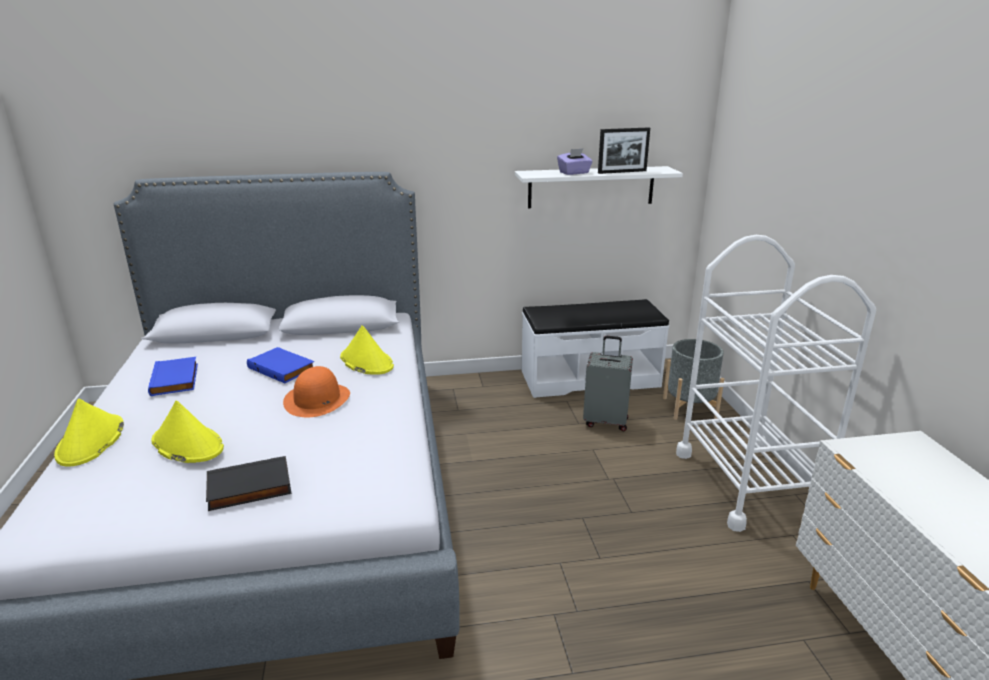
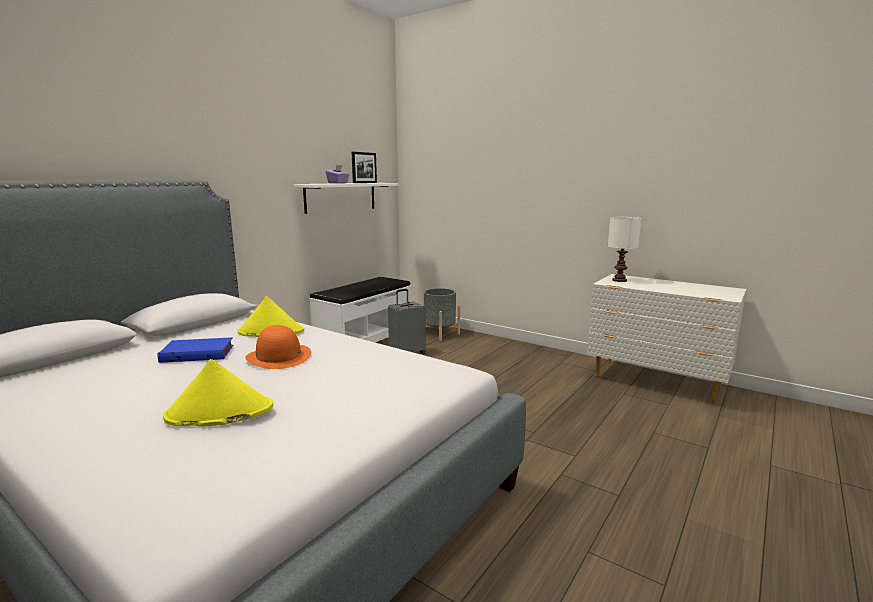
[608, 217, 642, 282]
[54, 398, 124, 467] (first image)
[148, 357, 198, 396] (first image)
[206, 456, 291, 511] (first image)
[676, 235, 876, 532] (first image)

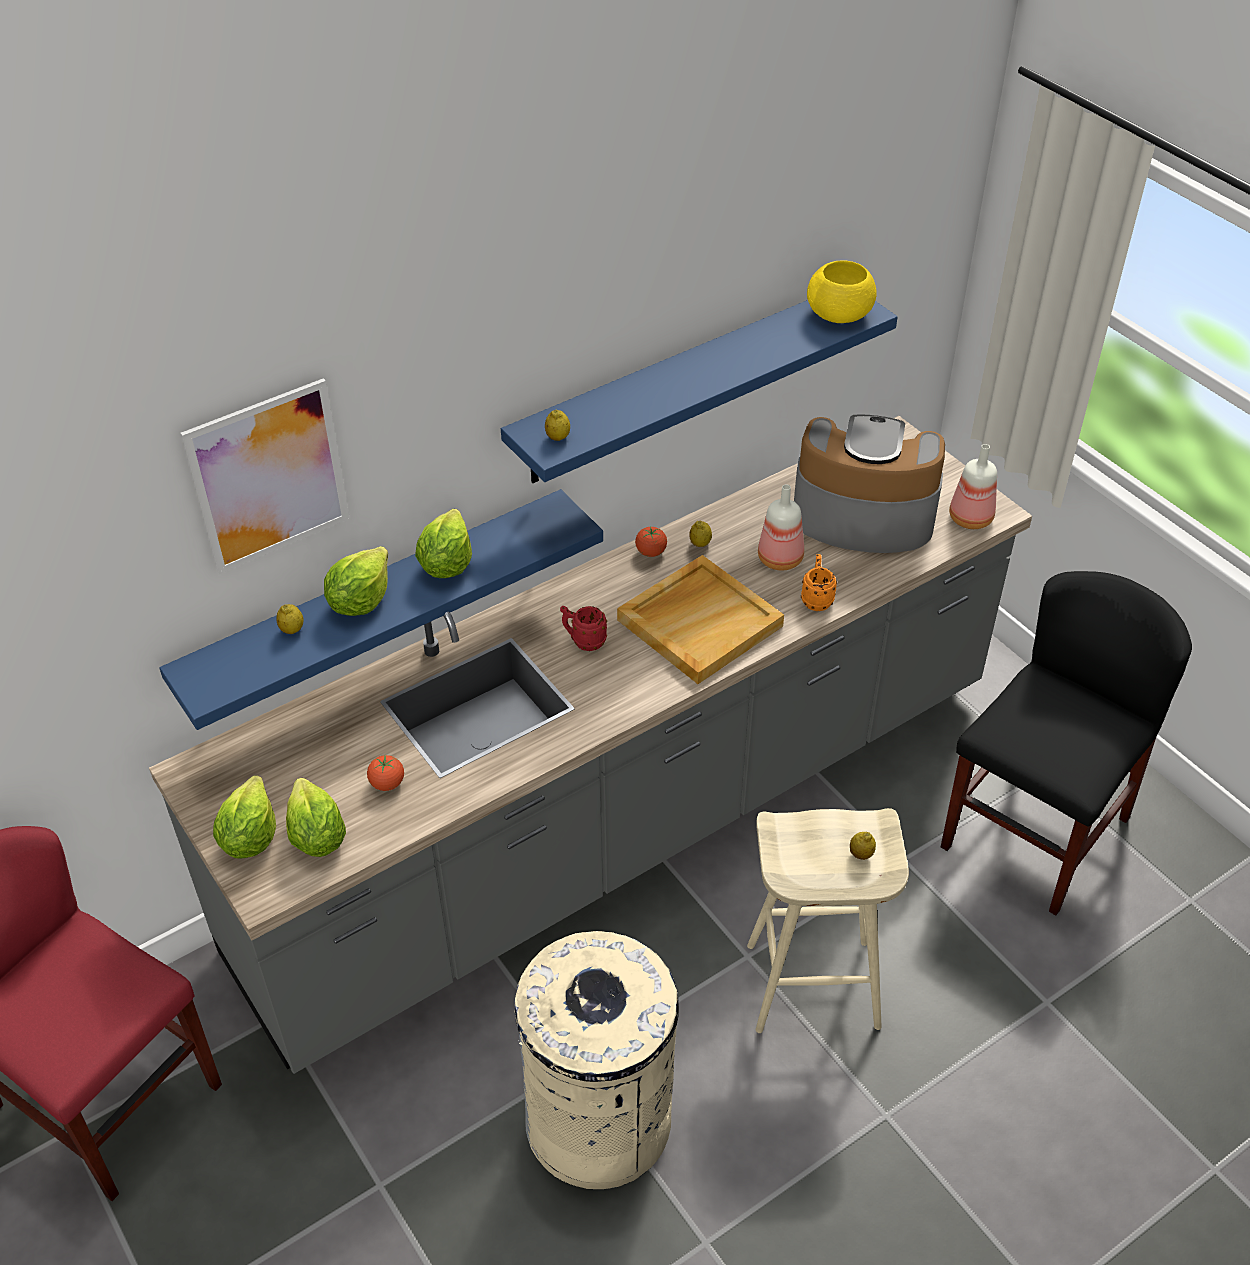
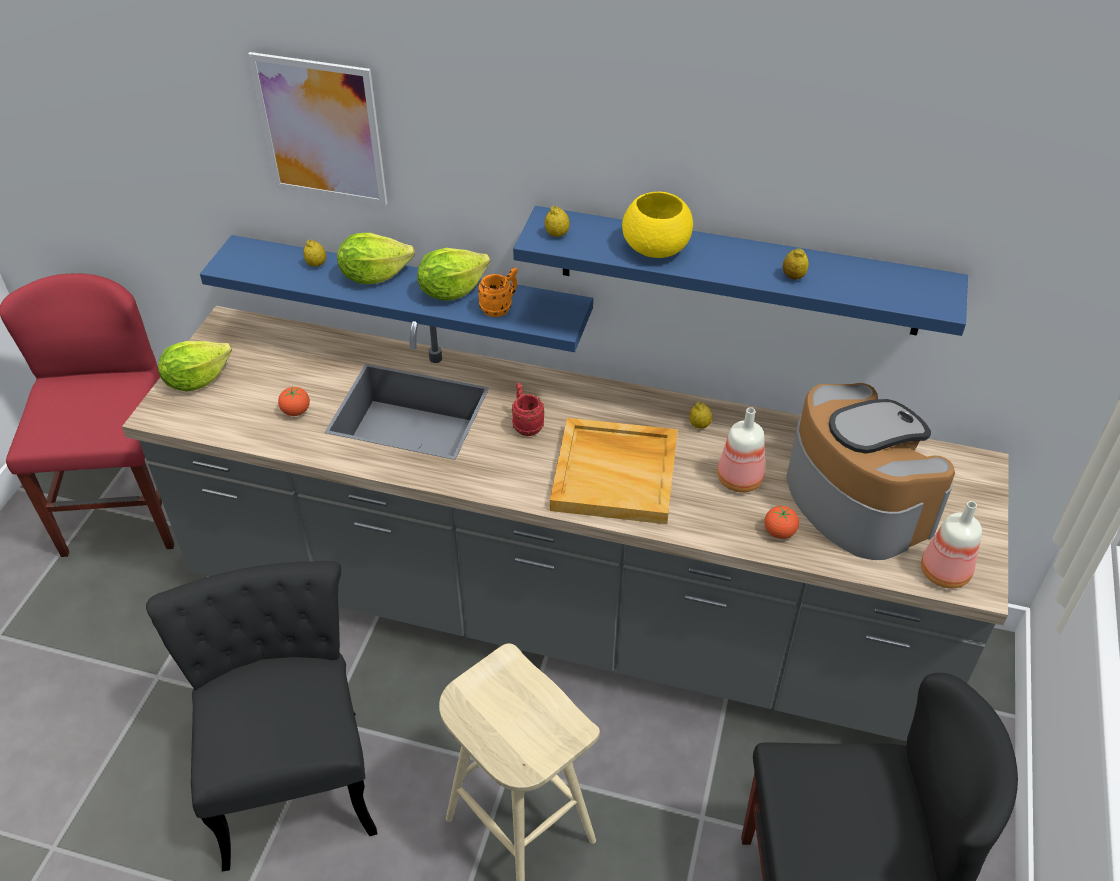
[146, 561, 377, 871]
[478, 267, 518, 317]
[622, 192, 693, 258]
[764, 506, 799, 539]
[783, 248, 809, 280]
[286, 778, 346, 857] (first image)

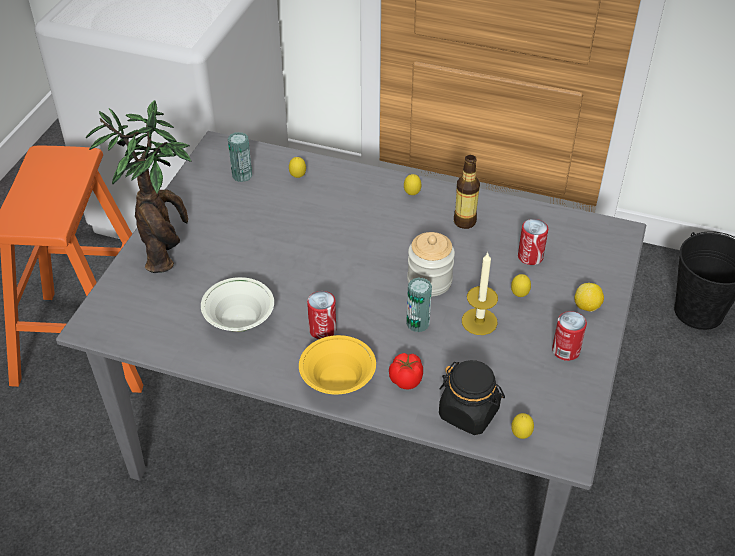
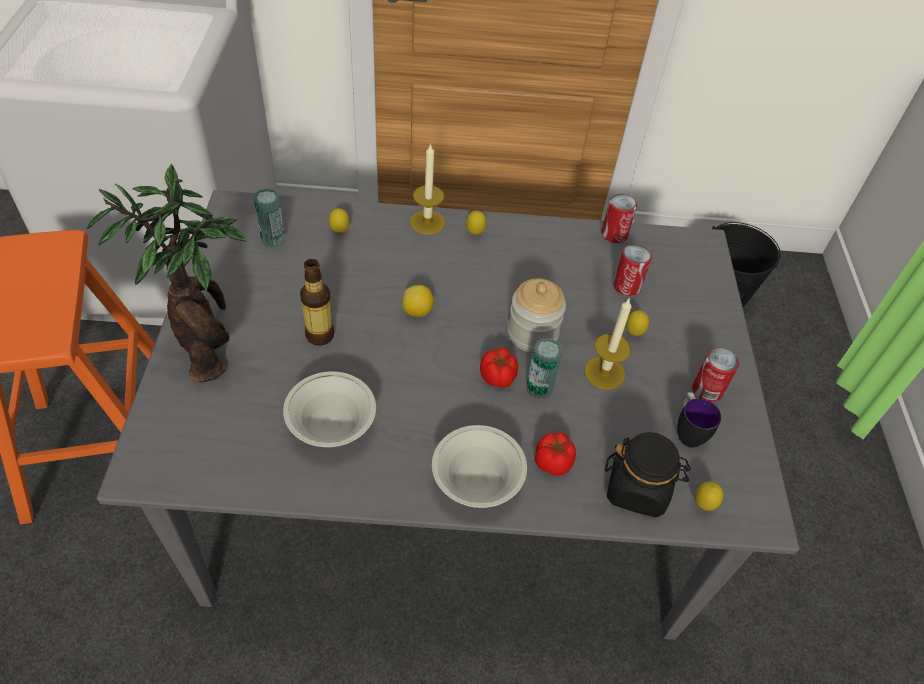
[300, 259, 334, 346]
[402, 285, 434, 317]
[410, 143, 445, 235]
[432, 425, 527, 508]
[480, 348, 518, 388]
[601, 194, 637, 243]
[677, 392, 721, 448]

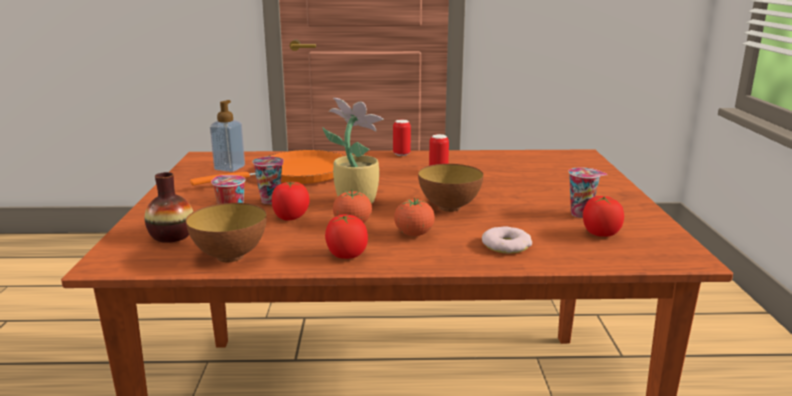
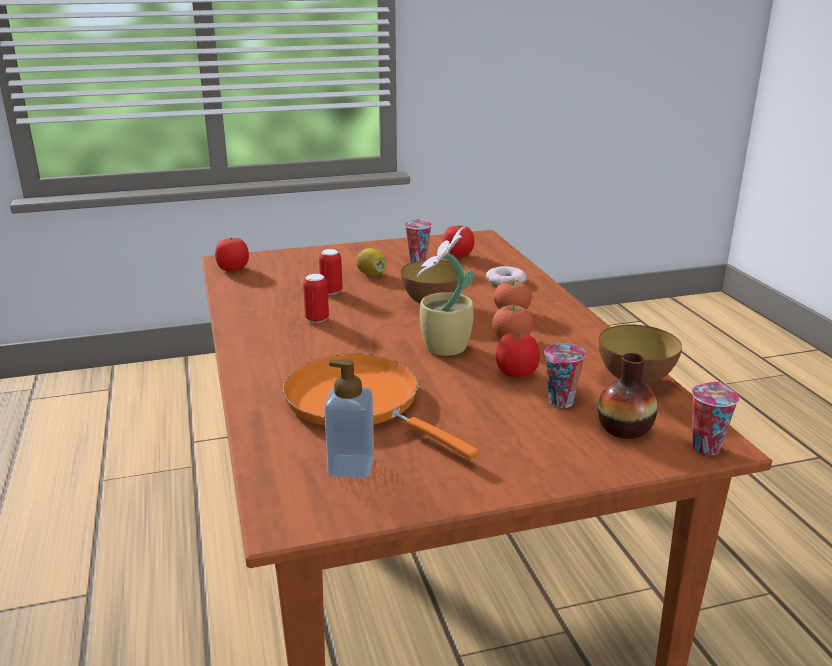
[215, 237, 249, 272]
[319, 249, 343, 295]
[356, 248, 387, 276]
[692, 381, 740, 455]

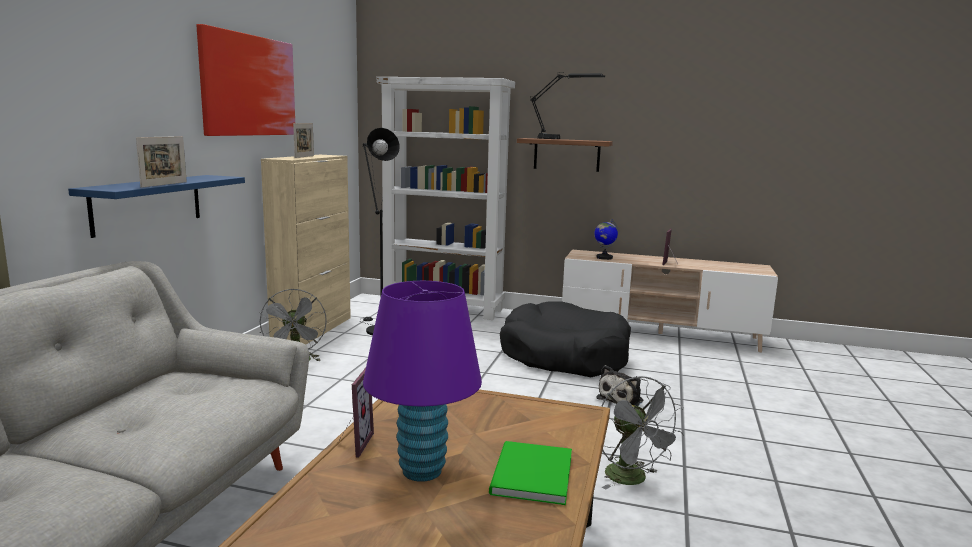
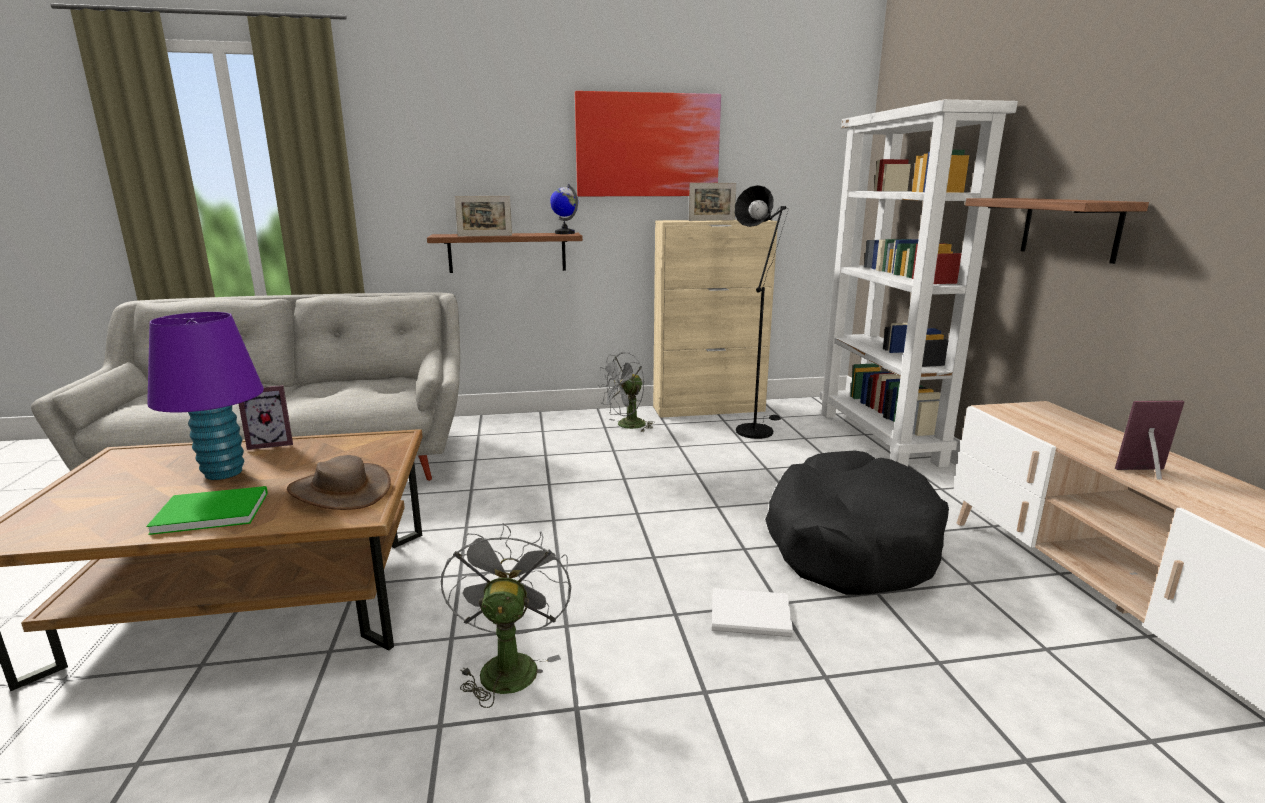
[287, 455, 391, 510]
[427, 233, 583, 273]
[441, 523, 571, 708]
[550, 184, 578, 234]
[712, 588, 793, 637]
[531, 72, 605, 139] (first image)

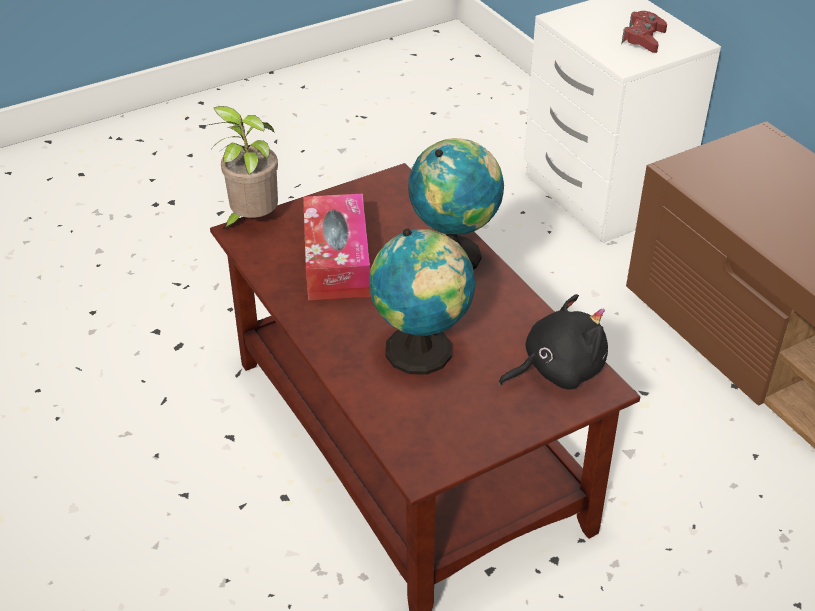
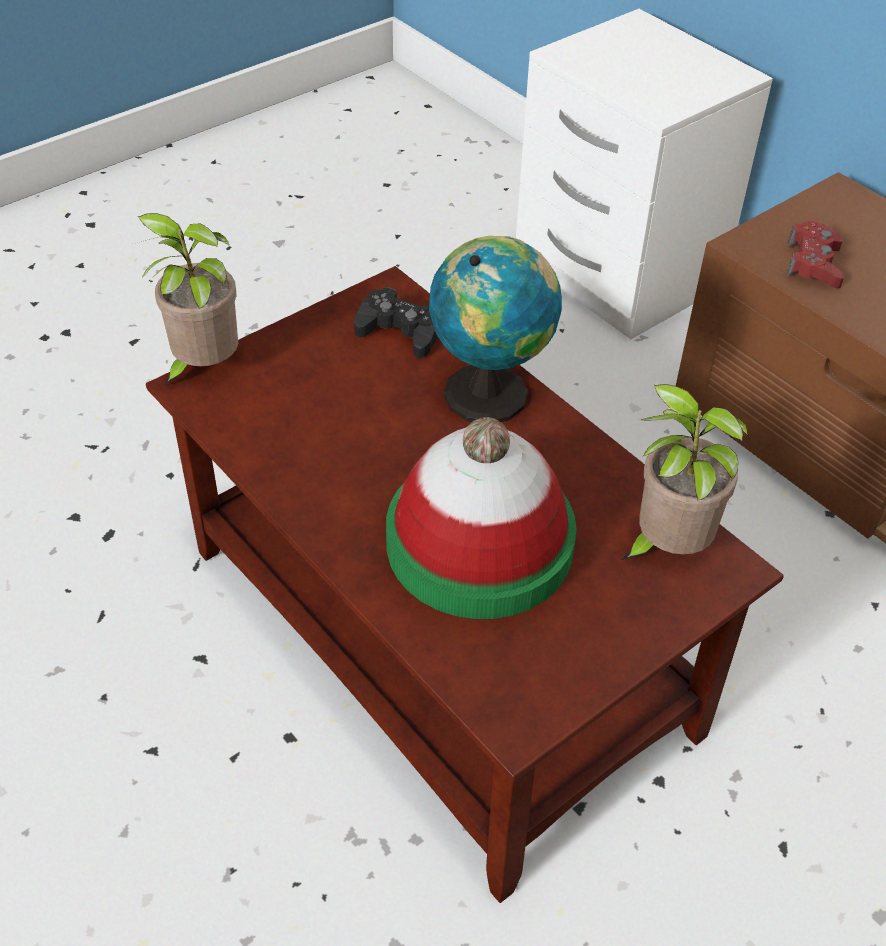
[354, 287, 438, 359]
[386, 417, 577, 619]
[621, 384, 748, 560]
[787, 221, 844, 288]
[303, 194, 371, 300] (first image)

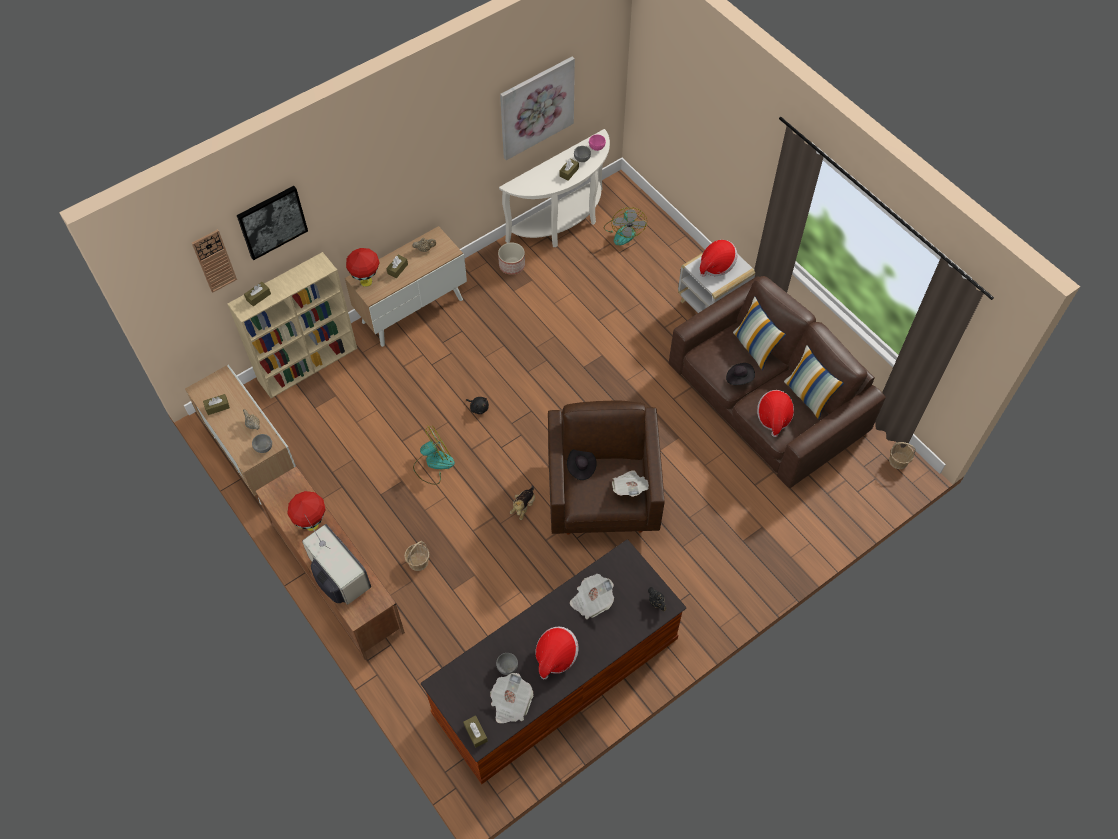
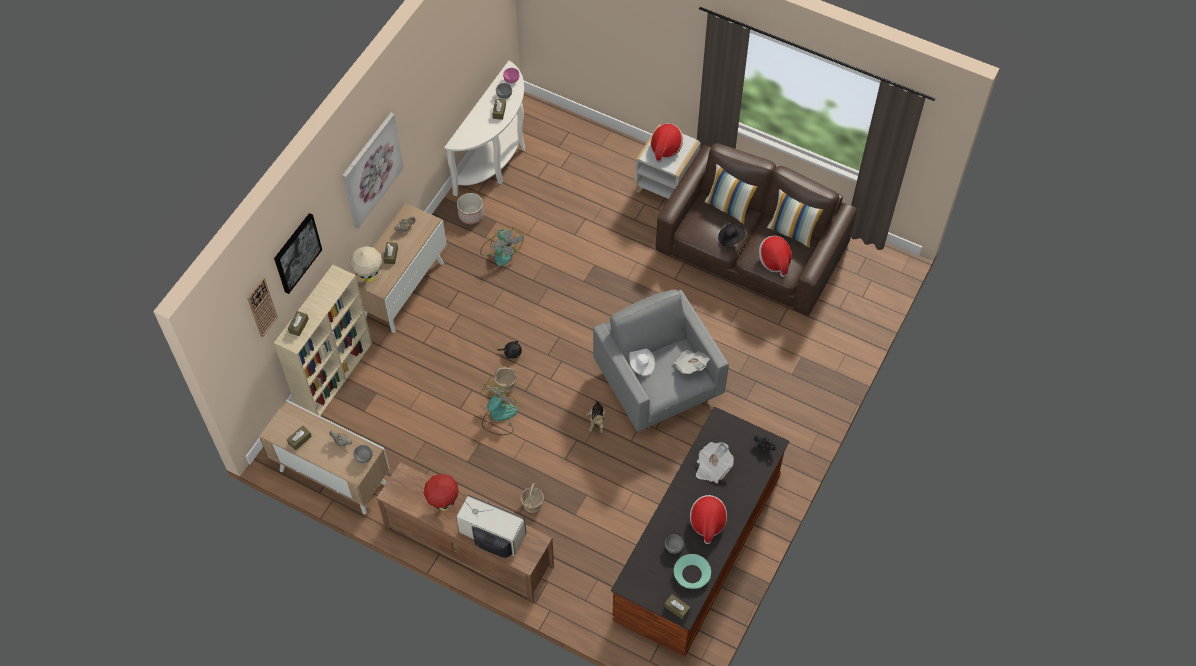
[342, 113, 404, 229]
[350, 246, 382, 283]
[480, 227, 524, 266]
[494, 368, 517, 392]
[593, 289, 729, 432]
[629, 349, 655, 376]
[674, 554, 711, 589]

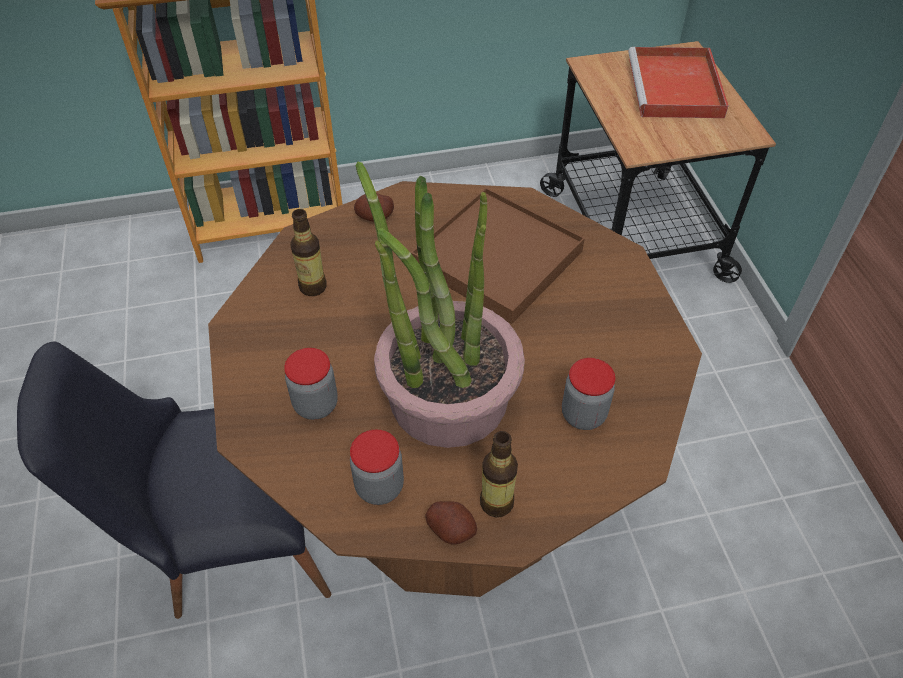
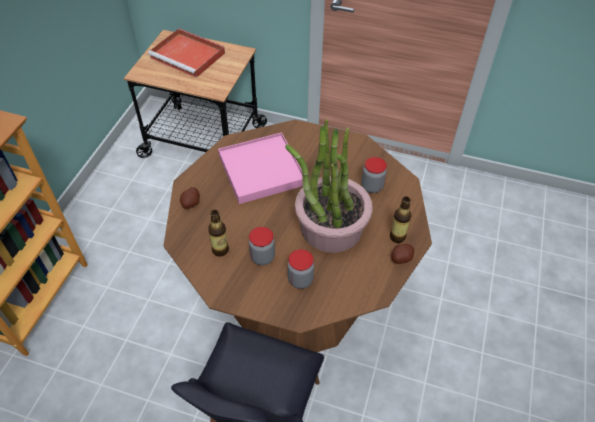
[218, 132, 303, 204]
[249, 227, 275, 265]

